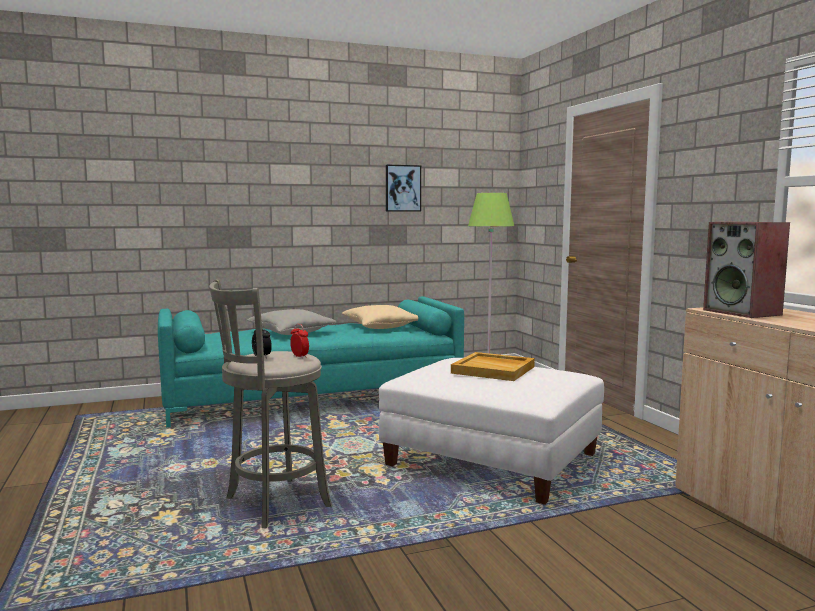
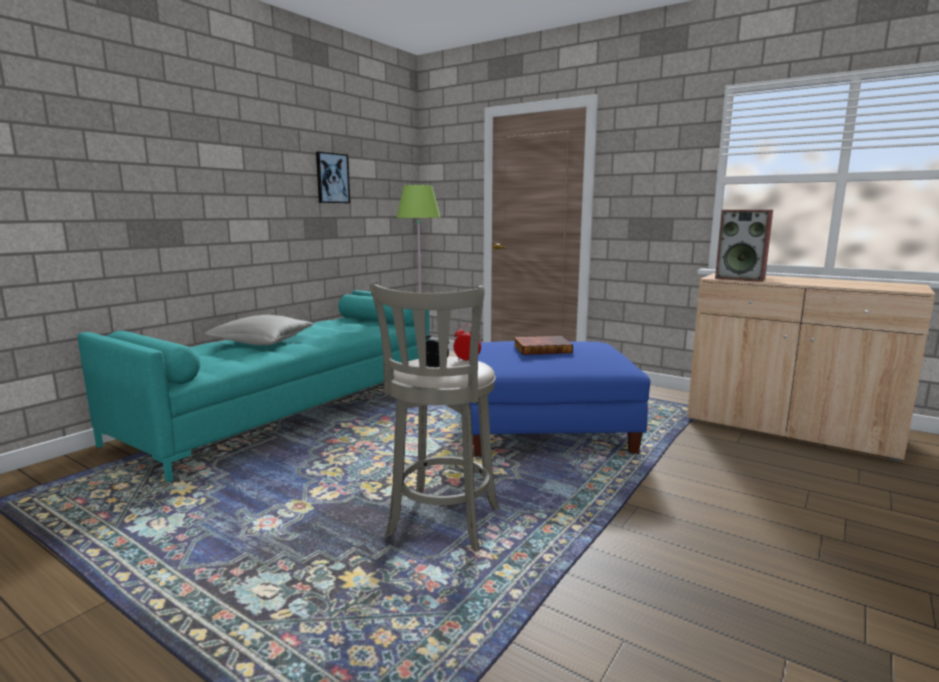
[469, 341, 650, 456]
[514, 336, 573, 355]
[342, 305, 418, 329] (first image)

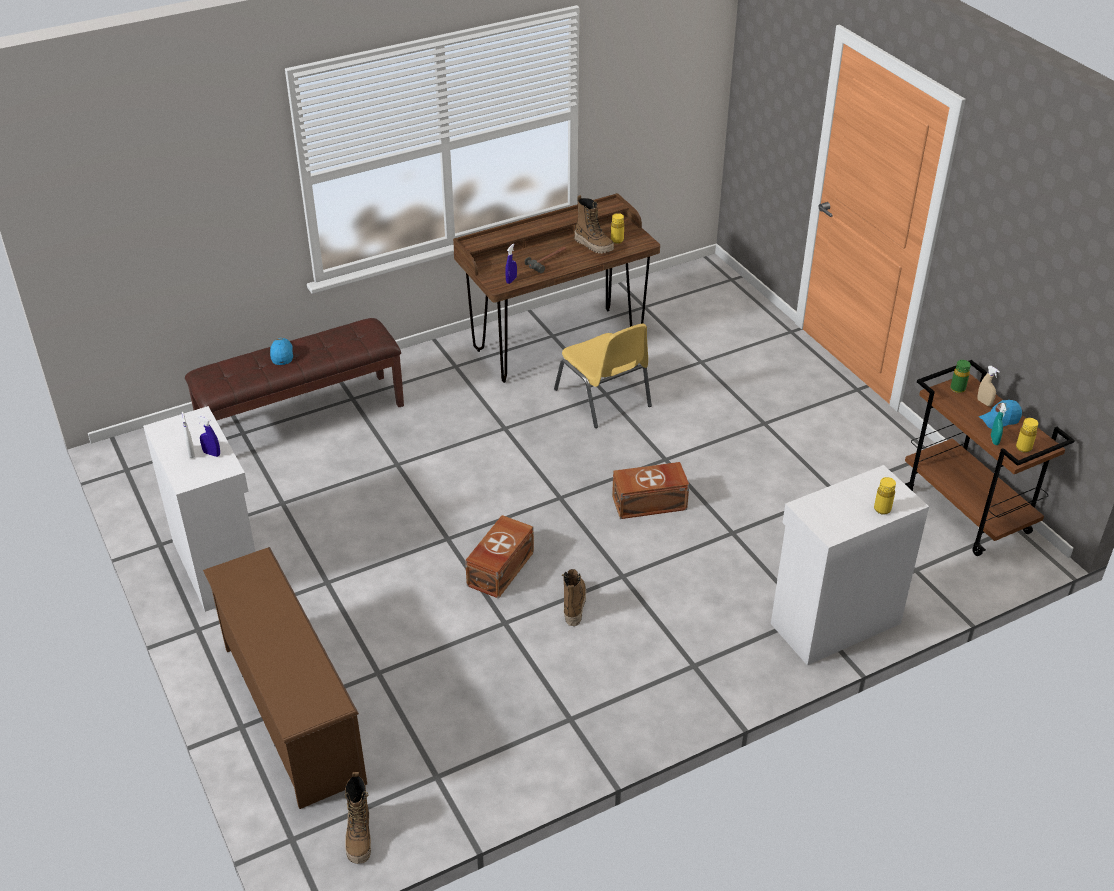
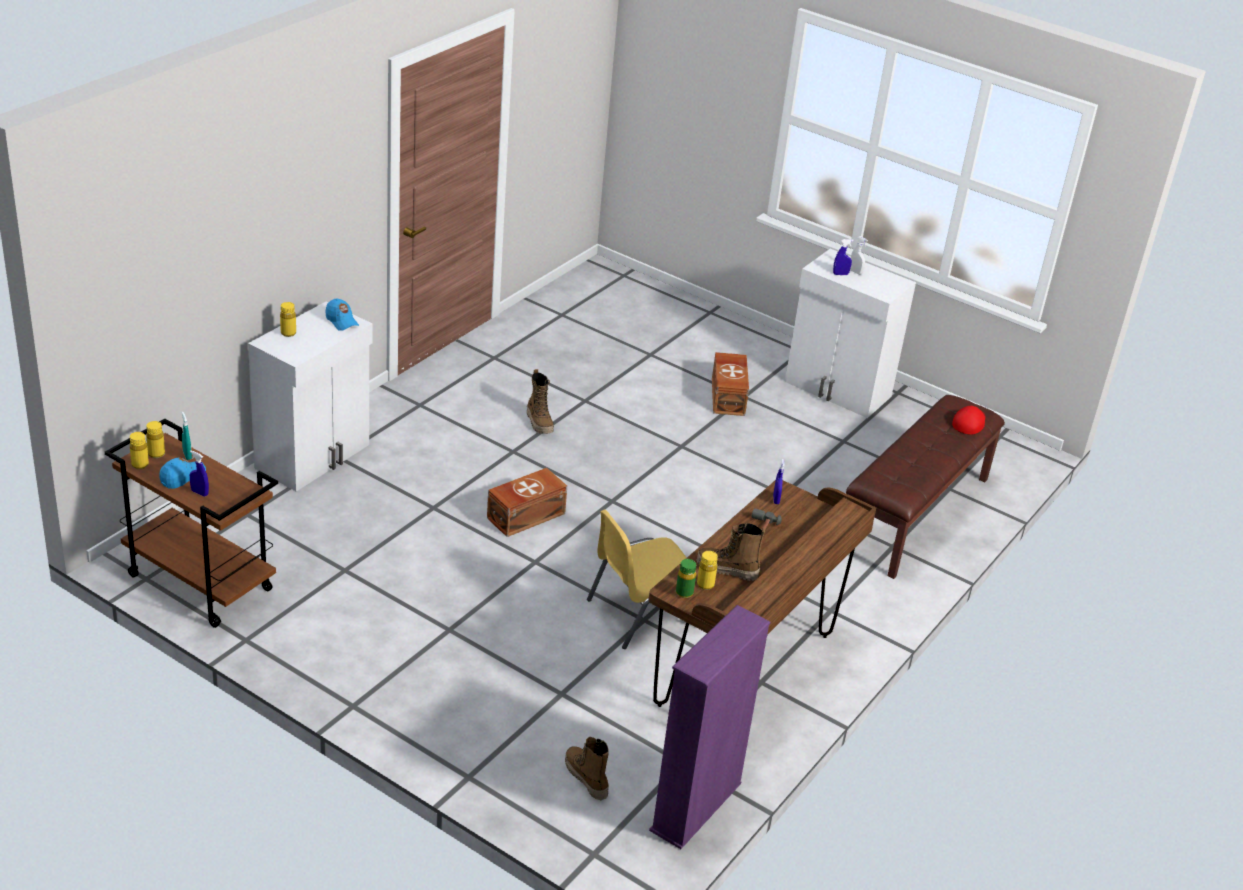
[130, 432, 149, 469]
[190, 450, 209, 496]
[325, 299, 359, 331]
[565, 737, 609, 800]
[587, 510, 687, 649]
[649, 605, 770, 849]
[676, 559, 696, 598]
[712, 352, 749, 416]
[952, 406, 986, 434]
[203, 547, 367, 809] (first image)

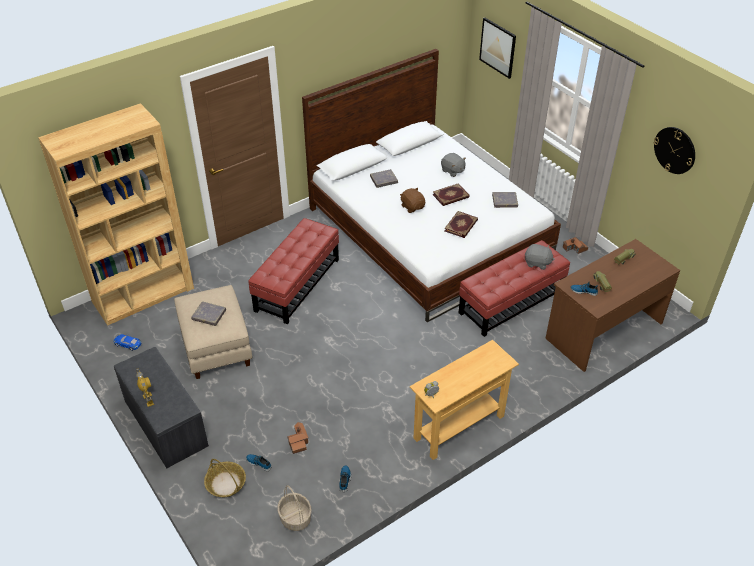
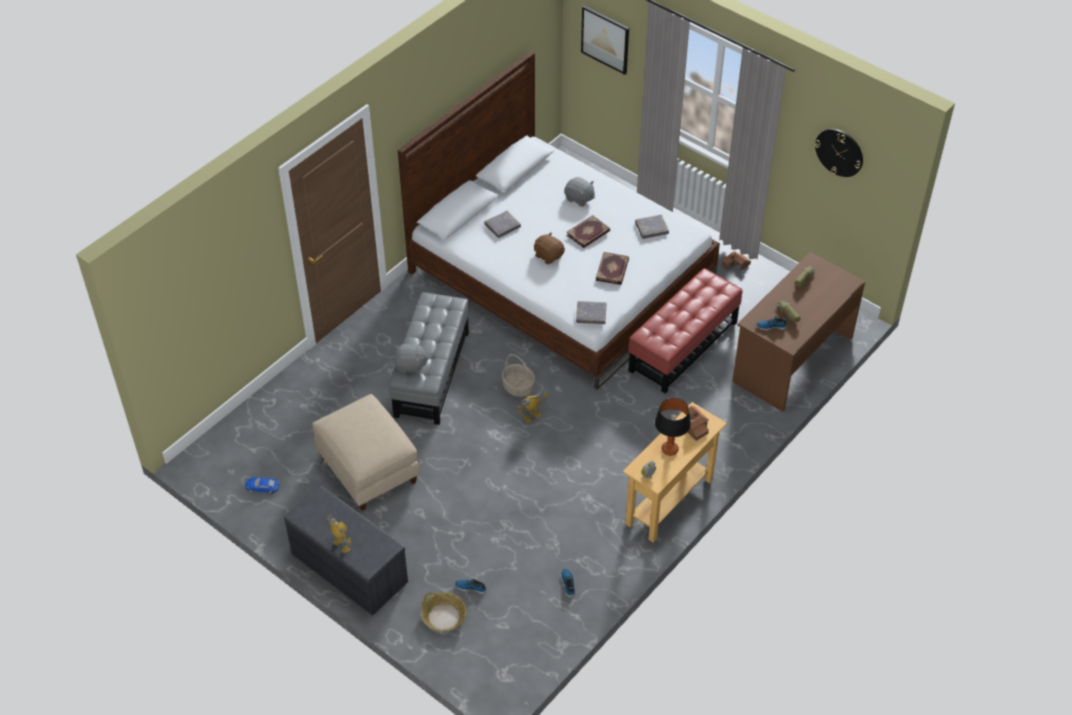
[389, 292, 469, 425]
[394, 343, 430, 373]
[502, 354, 535, 397]
[517, 392, 548, 423]
[576, 301, 607, 324]
[655, 398, 691, 456]
[688, 406, 709, 441]
[38, 103, 194, 326] (first image)

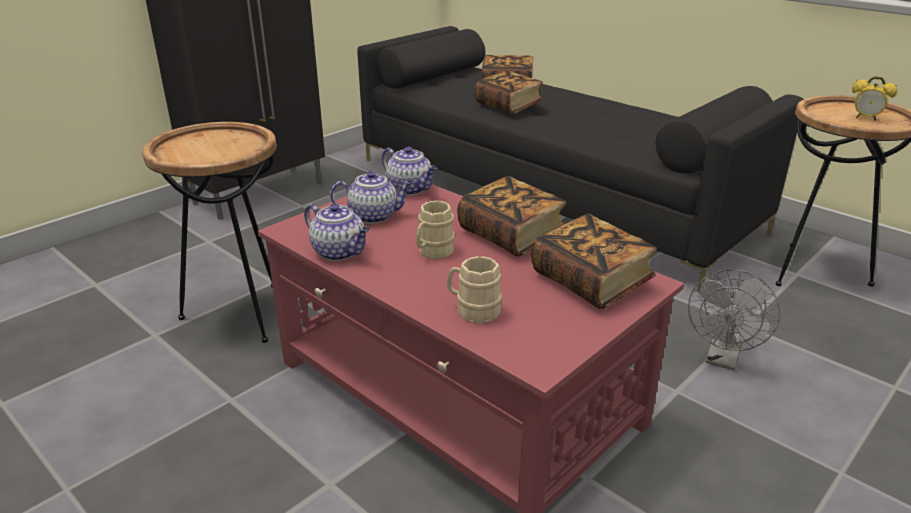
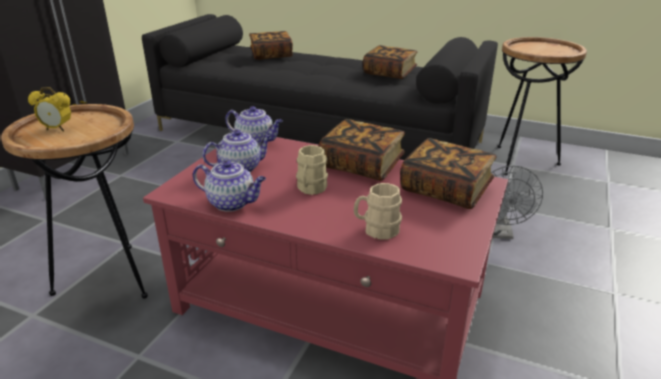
[28, 87, 71, 131]
[363, 45, 417, 79]

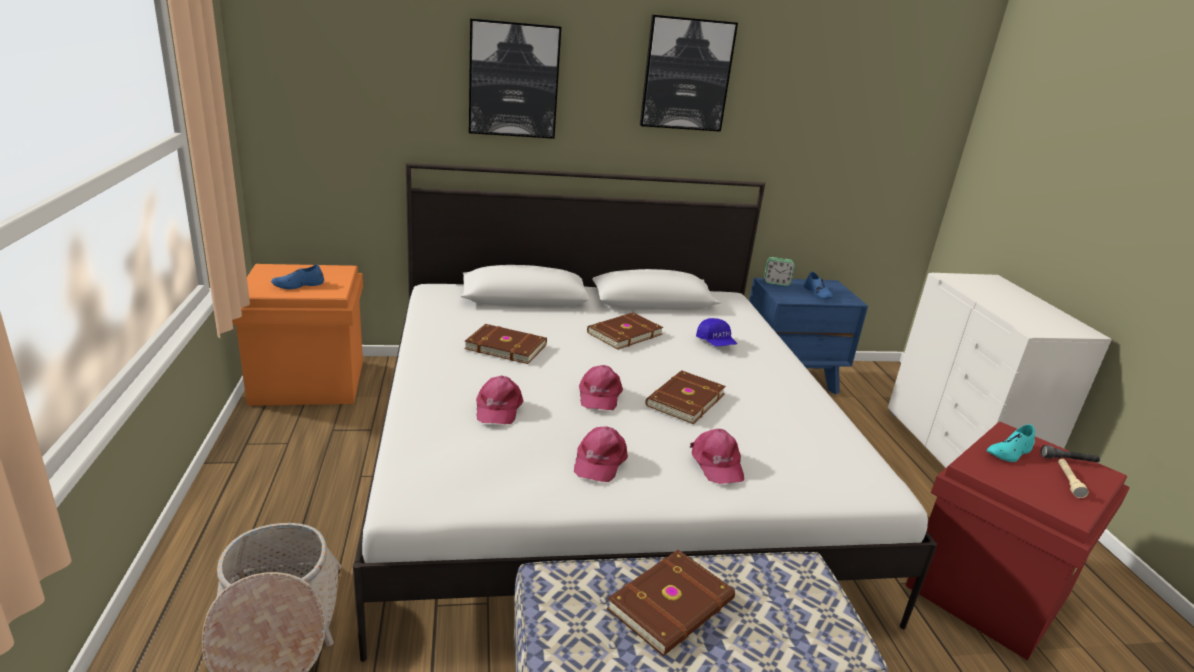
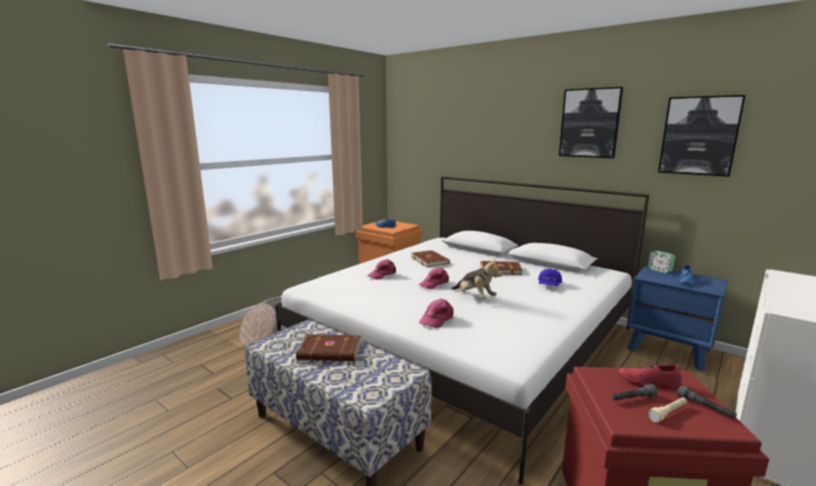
[451, 258, 502, 299]
[611, 384, 658, 400]
[619, 365, 682, 390]
[658, 95, 746, 177]
[574, 426, 628, 482] (first image)

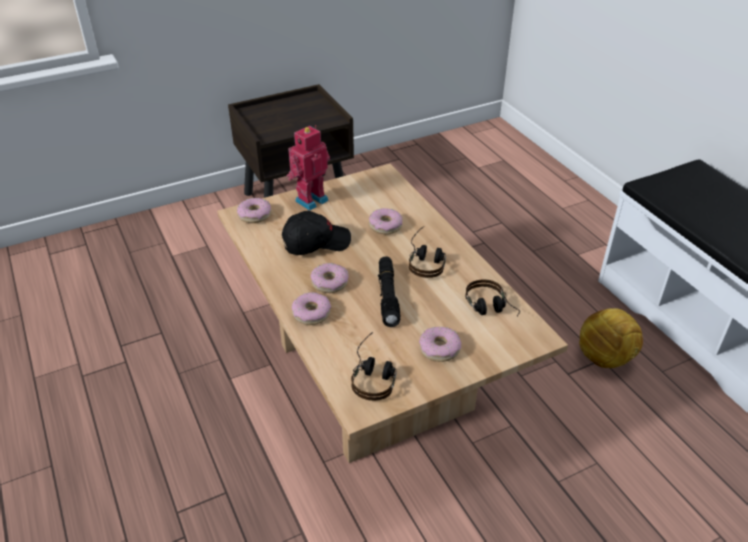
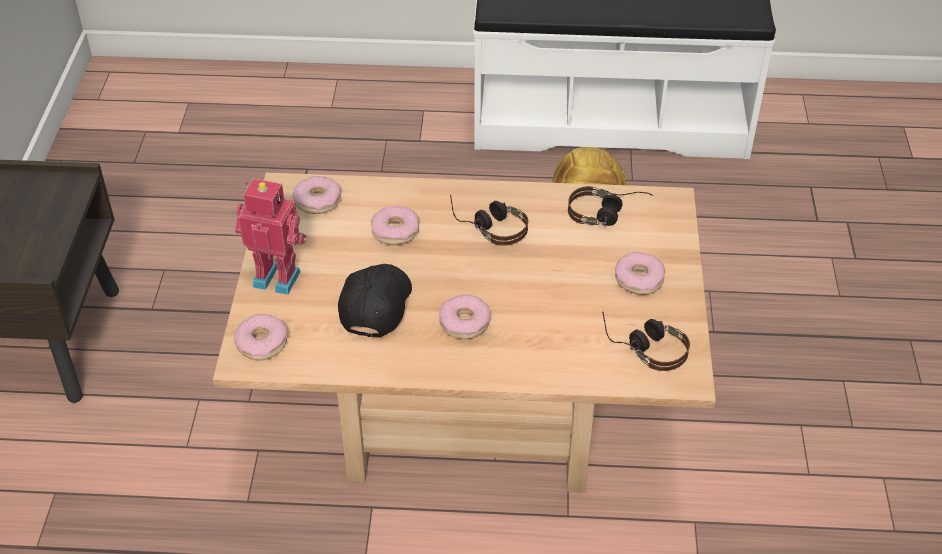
[235, 178, 306, 295]
[293, 176, 341, 214]
[378, 257, 401, 327] (first image)

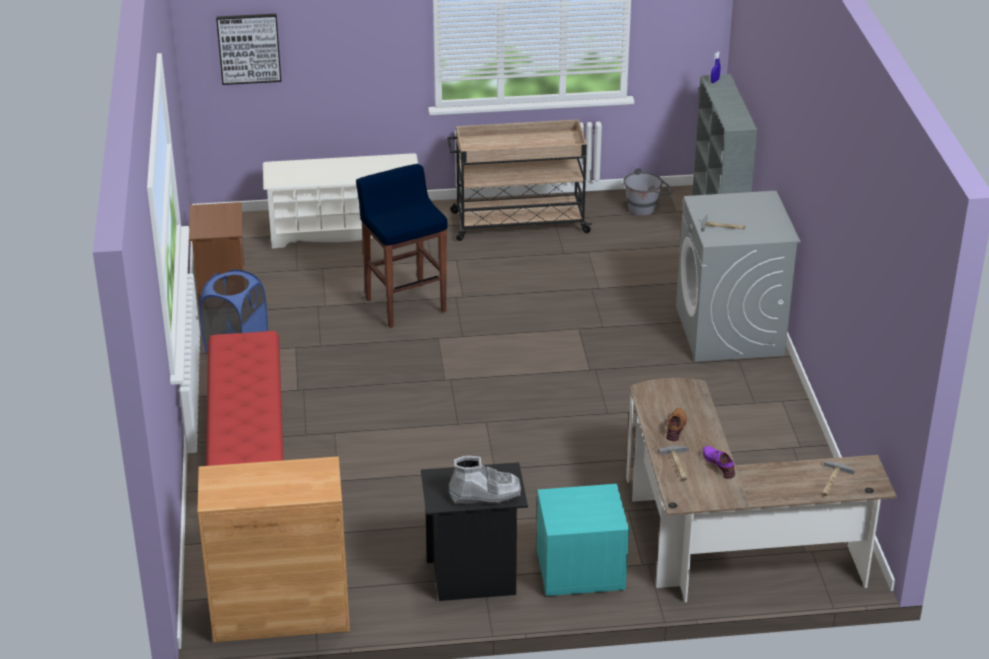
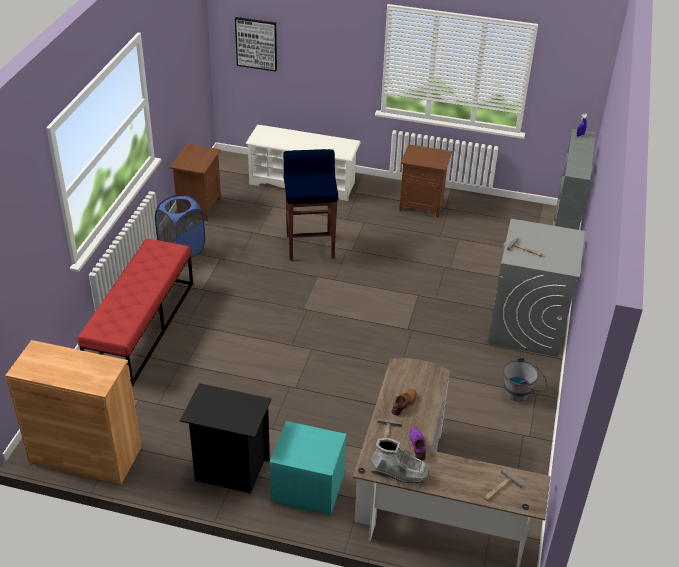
[370, 438, 429, 483]
[399, 144, 452, 218]
[503, 357, 548, 402]

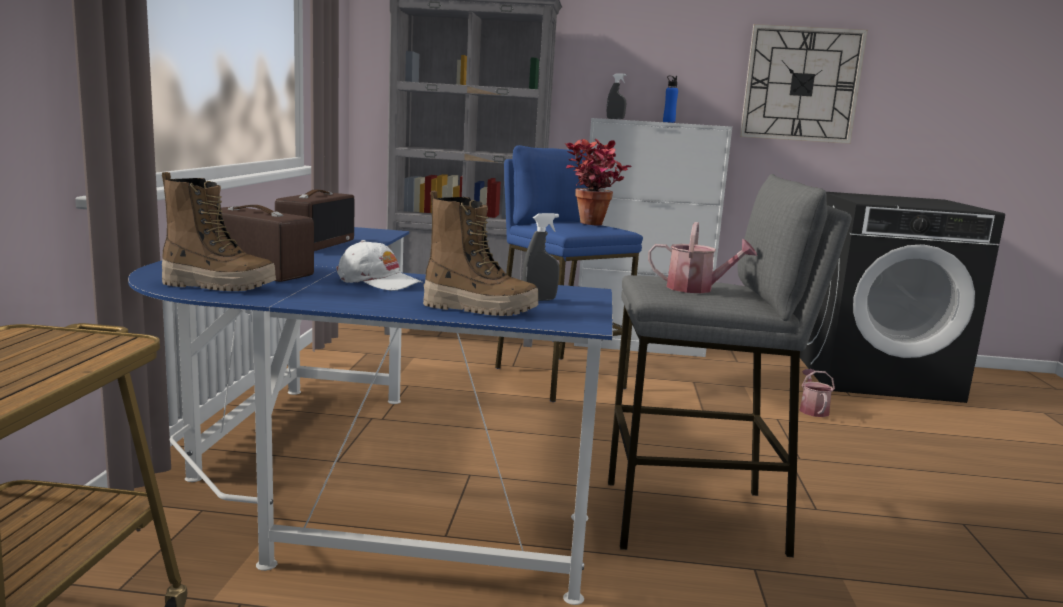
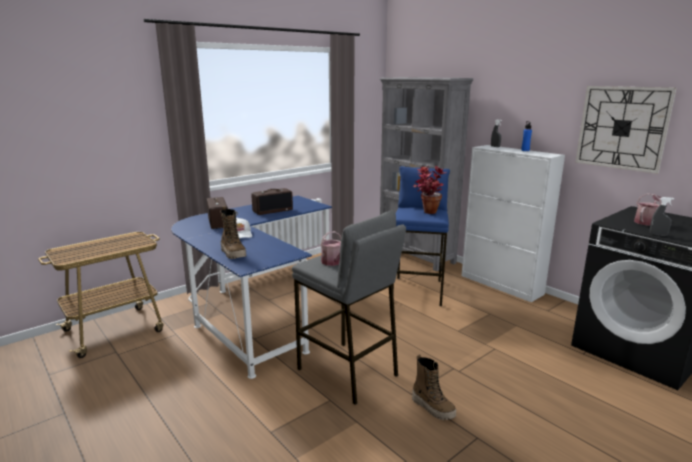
[412, 354, 456, 420]
[634, 193, 662, 226]
[650, 197, 674, 236]

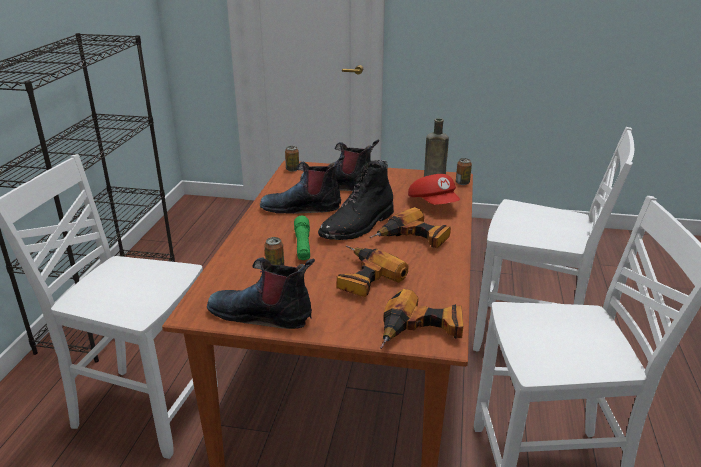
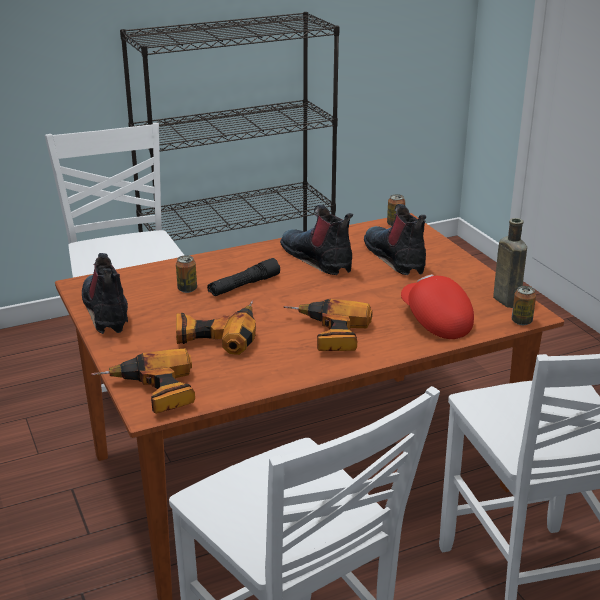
[207, 258, 280, 296]
[401, 274, 474, 339]
[318, 160, 394, 240] (first image)

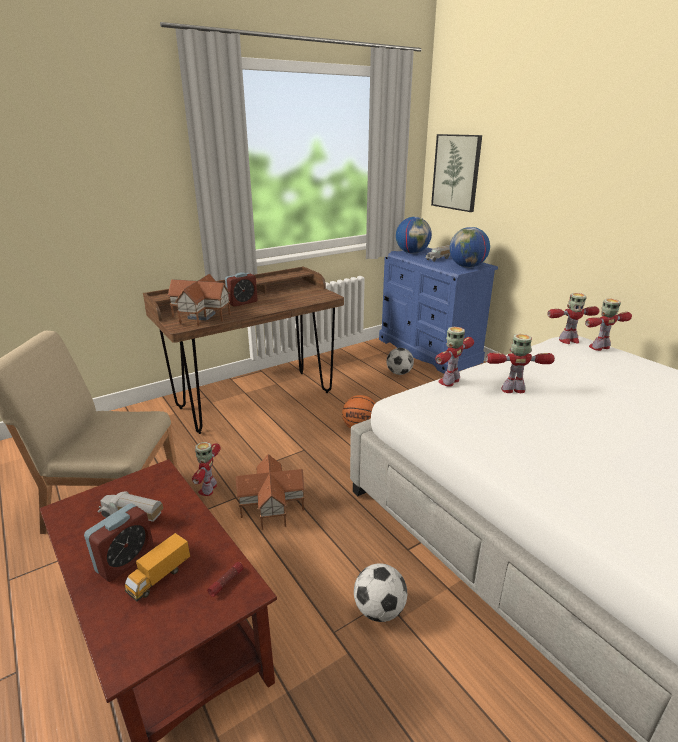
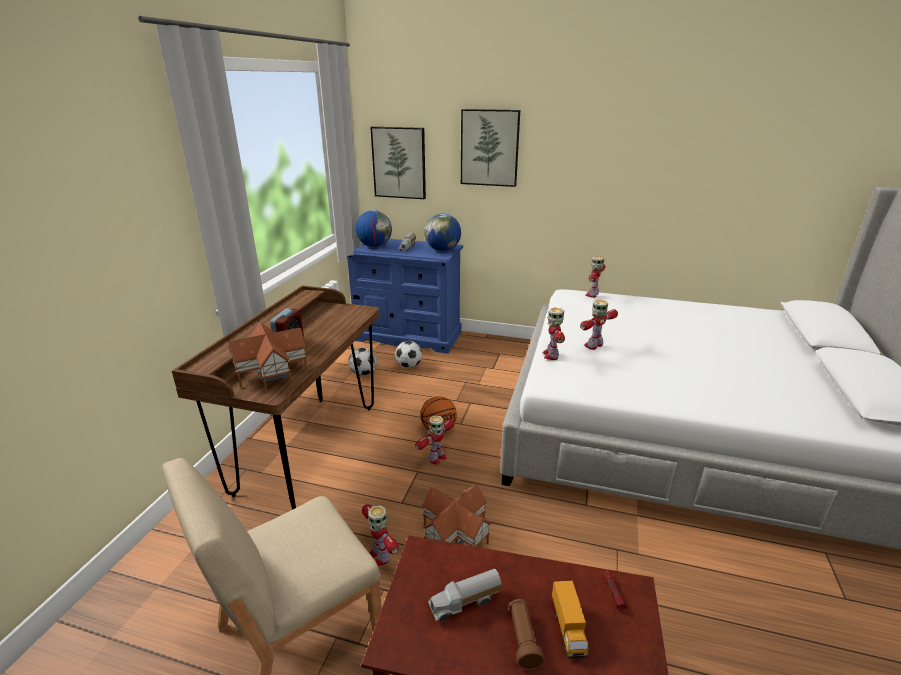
[349, 348, 377, 376]
[415, 416, 454, 465]
[461, 109, 520, 187]
[508, 599, 544, 670]

